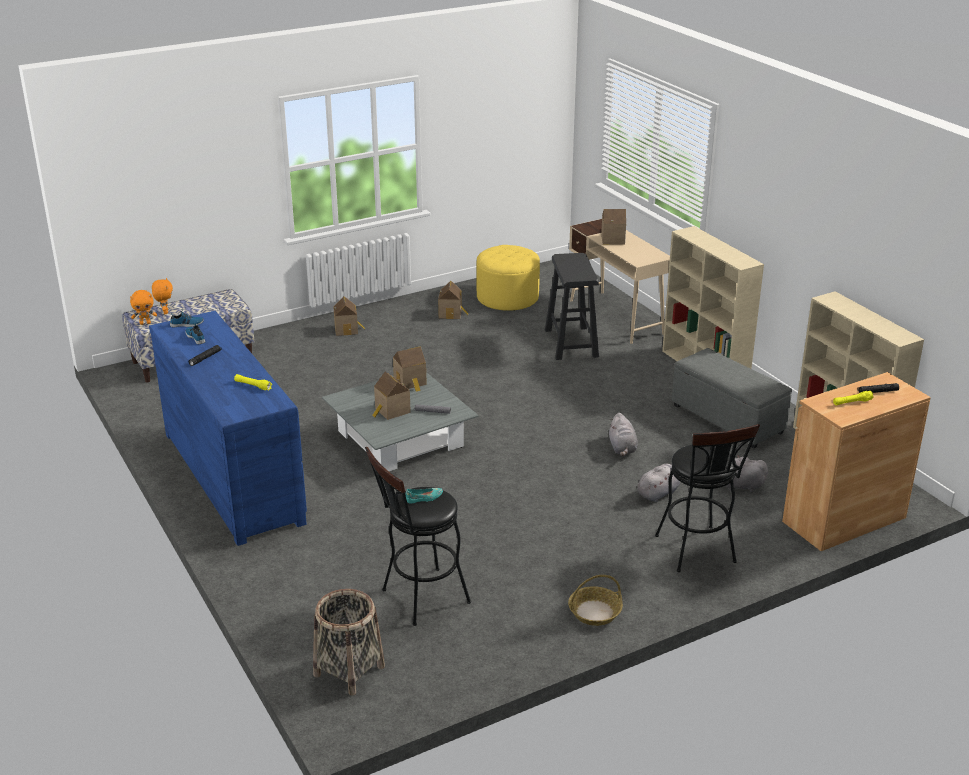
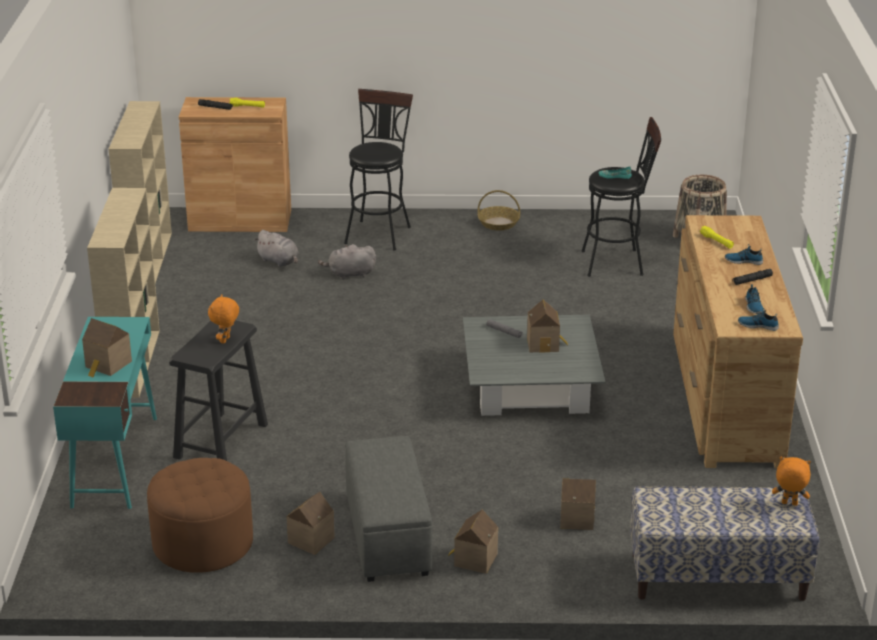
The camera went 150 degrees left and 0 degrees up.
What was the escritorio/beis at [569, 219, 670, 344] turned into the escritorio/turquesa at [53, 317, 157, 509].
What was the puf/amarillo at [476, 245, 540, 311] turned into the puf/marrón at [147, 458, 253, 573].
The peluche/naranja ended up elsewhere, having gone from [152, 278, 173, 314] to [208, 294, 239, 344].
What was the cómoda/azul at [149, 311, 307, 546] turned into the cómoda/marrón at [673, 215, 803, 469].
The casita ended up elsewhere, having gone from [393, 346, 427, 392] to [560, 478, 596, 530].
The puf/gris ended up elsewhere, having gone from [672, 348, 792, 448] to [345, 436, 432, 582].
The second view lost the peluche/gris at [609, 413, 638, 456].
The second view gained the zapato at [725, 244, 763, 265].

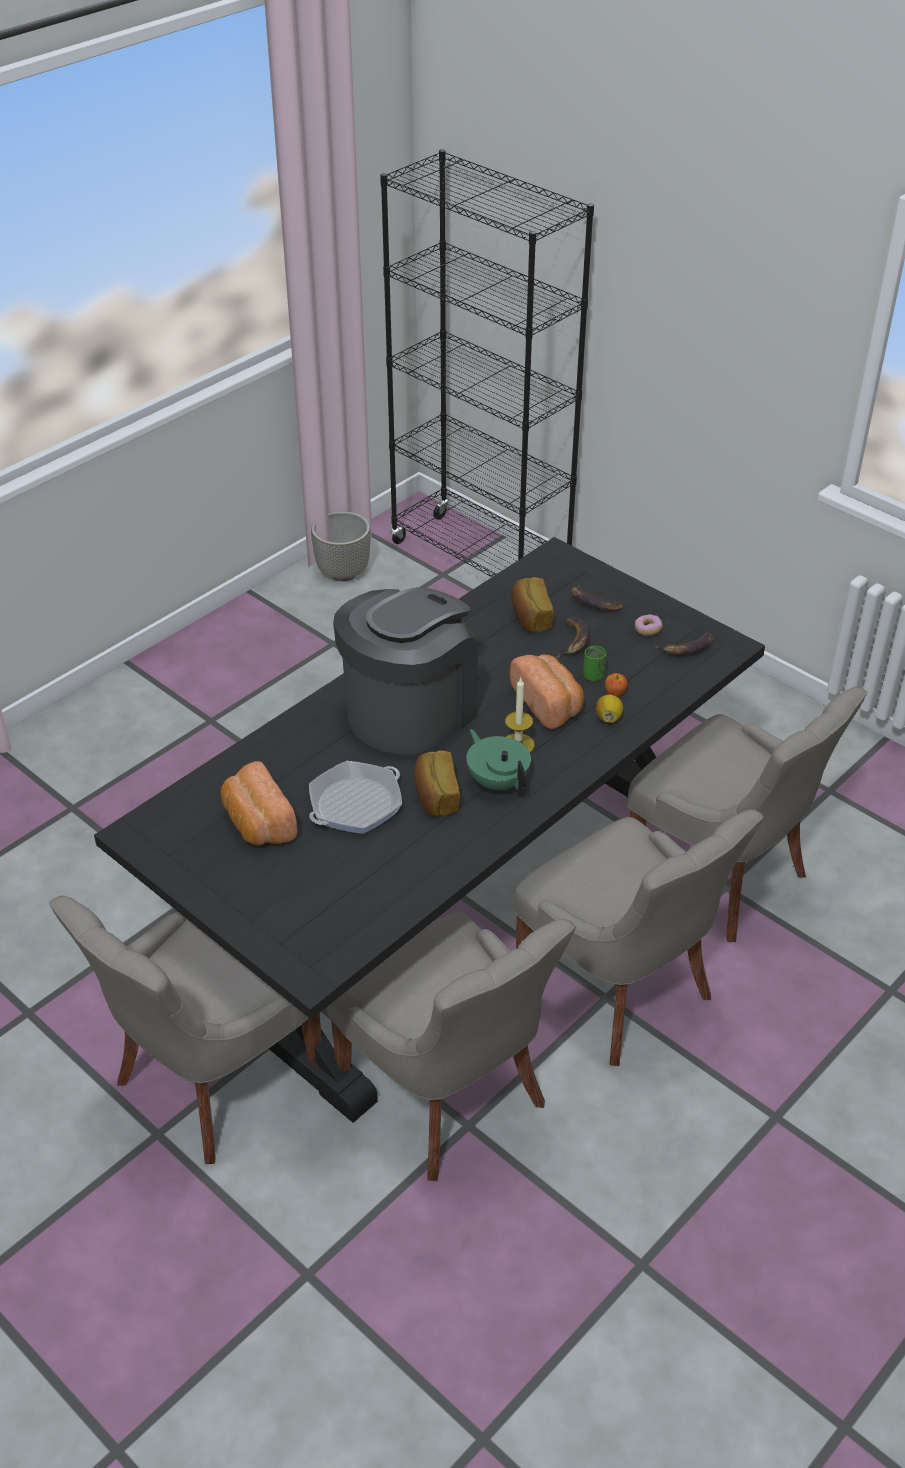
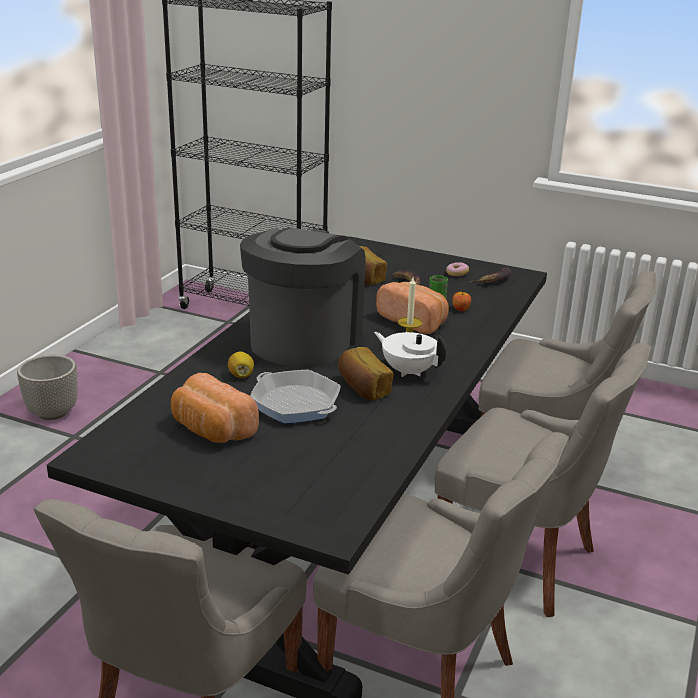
The camera went 20 degrees left and 15 degrees down.
The maceta ended up elsewhere, having gone from [311, 511, 371, 581] to [17, 355, 78, 420].
The second view lost the plátano at [571, 585, 623, 611].
The limón ended up elsewhere, having gone from [596, 694, 623, 723] to [228, 352, 254, 378].
What was the tetera/verde at [466, 729, 531, 791] turned into the tetera/blanco at [374, 332, 446, 377].
The sartén at [309, 761, 402, 834] ended up facing another way, 105 degrees clockwise from before.

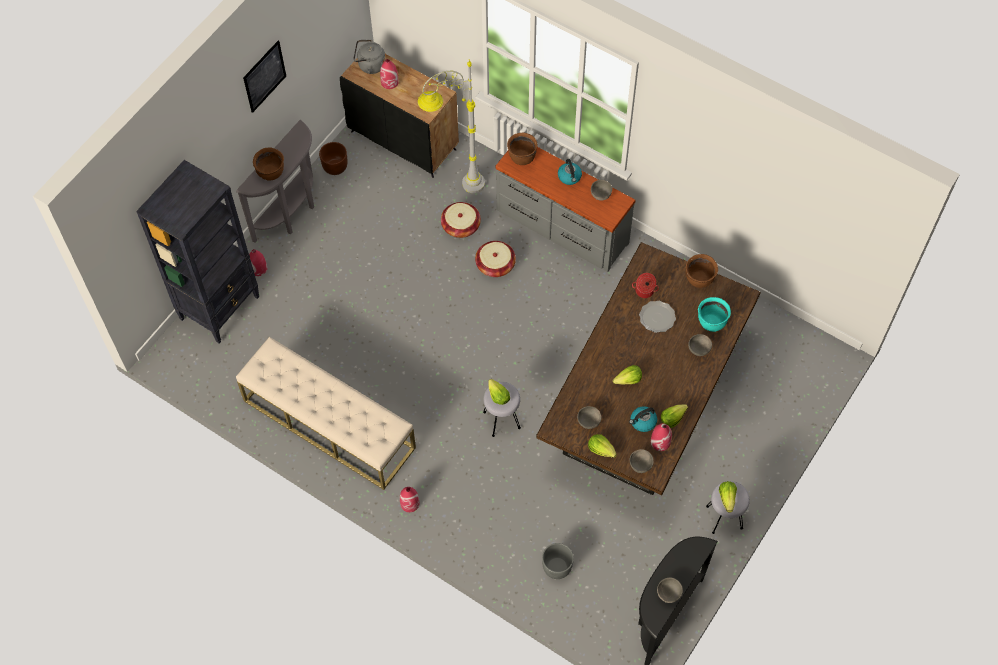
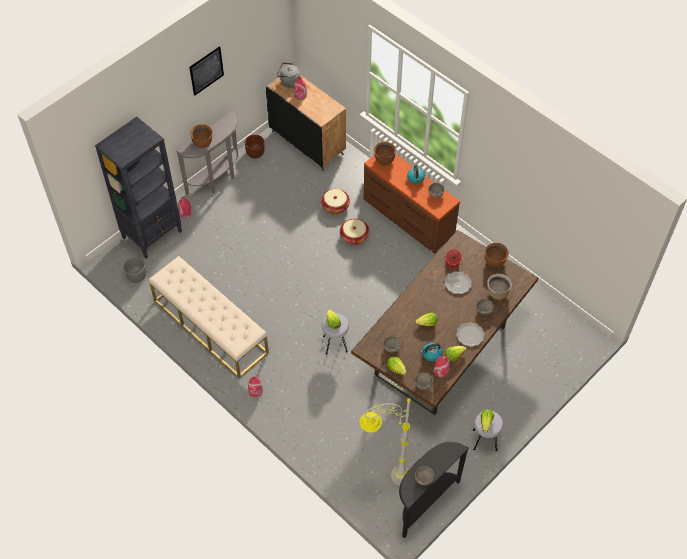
The camera went 10 degrees right and 5 degrees down.
The lámpara de pie/gris ended up elsewhere, having gone from [418, 59, 485, 193] to [359, 397, 411, 485].
What was the cómoda/gris at [495, 147, 635, 272] turned into the cómoda/marrón at [364, 154, 460, 254].
What was the olla/turquesa at [698, 297, 731, 332] turned into the olla/marrón at [487, 274, 512, 300].
The maceta/gris ended up elsewhere, having gone from [542, 543, 574, 579] to [123, 257, 146, 283].
The second view gained the plato at [456, 322, 485, 347].

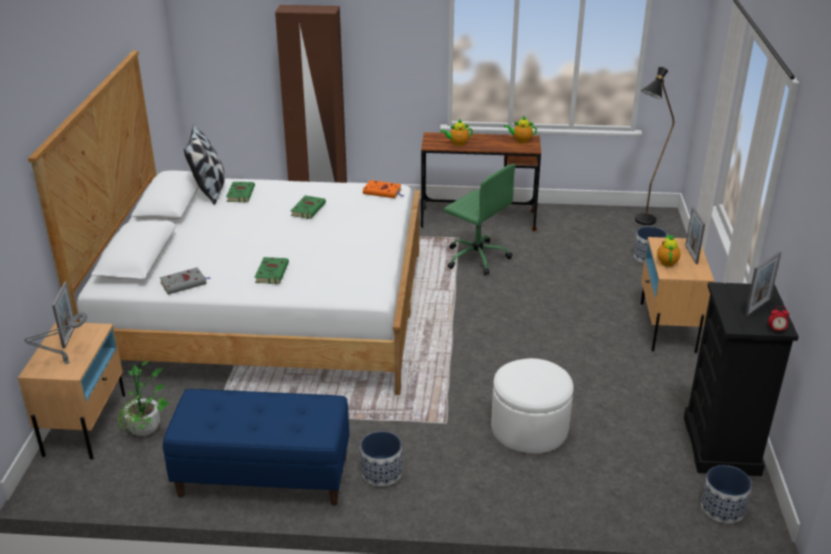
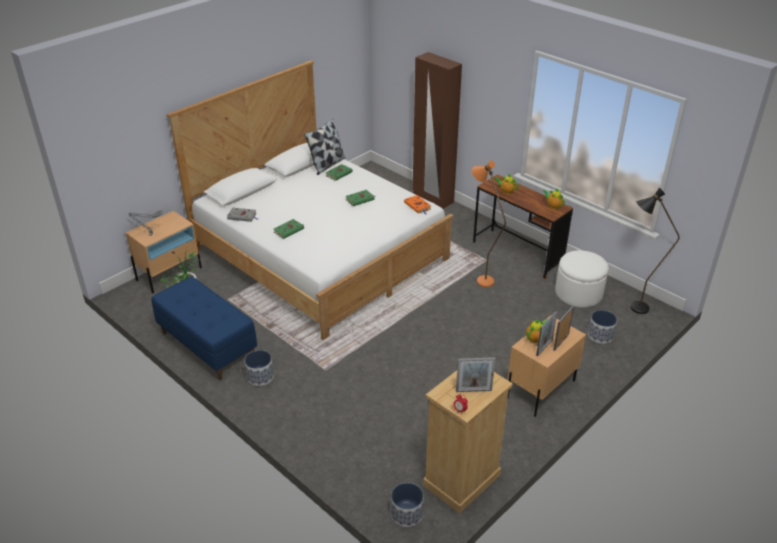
The camera went 40 degrees right and 5 degrees up.
Where the silla de oficina/verde stood at [443, 164, 516, 275], the lámpara de pie/naranja came to stand at [472, 160, 506, 287].
The portarretratos ended up elsewhere, having gone from [52, 282, 74, 349] to [536, 311, 557, 356].
What was the cómoda/negro at [684, 282, 799, 476] turned into the cómoda/beis at [423, 370, 513, 514].
The puf/blanco ended up elsewhere, having gone from [491, 358, 573, 454] to [555, 250, 609, 307].

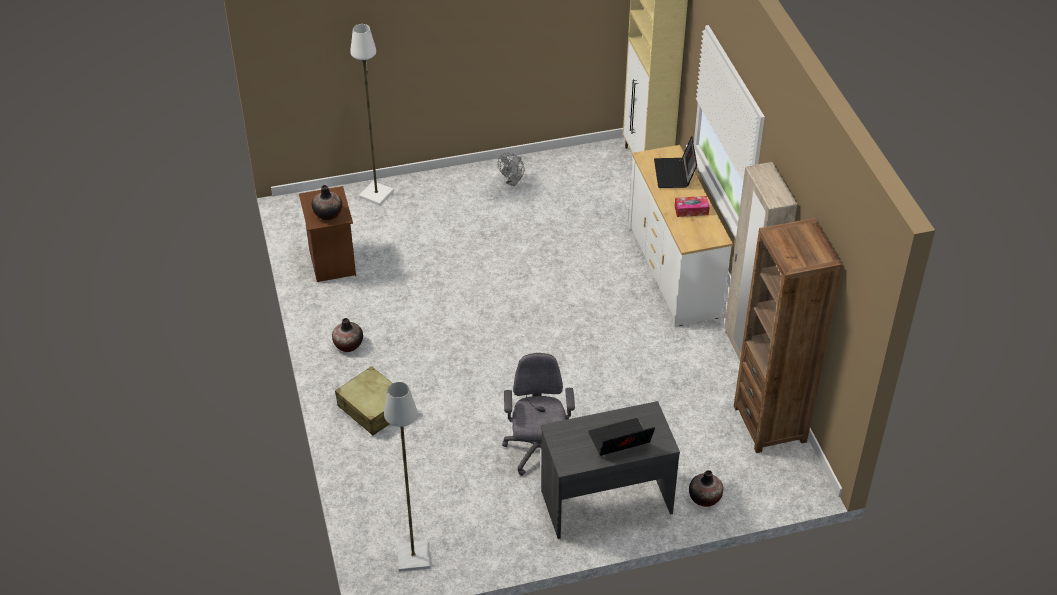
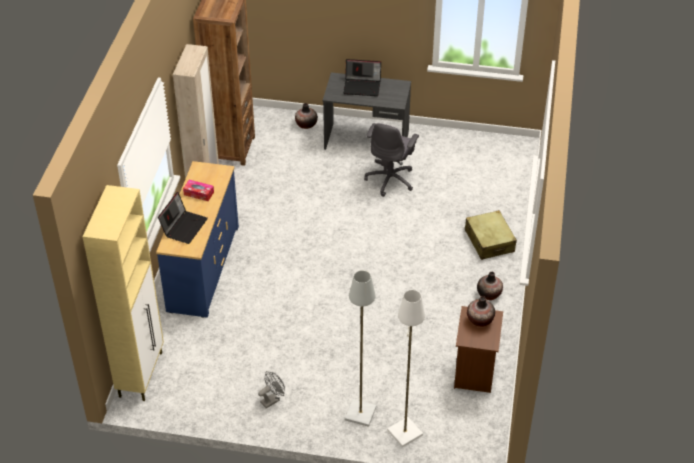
The camera went 155 degrees left and 0 degrees up.
What was the cómoda/blanco at [628, 145, 733, 326] turned into the cómoda/azul at [156, 161, 239, 318].
The lámpara de pie/gris ended up elsewhere, having gone from [384, 382, 430, 572] to [345, 270, 376, 427].

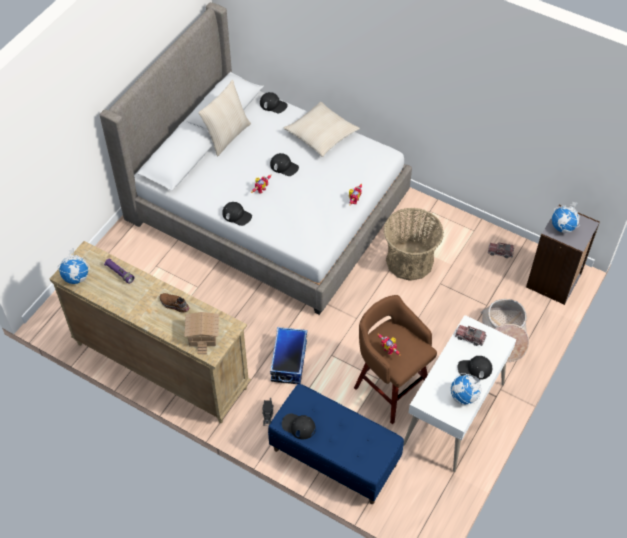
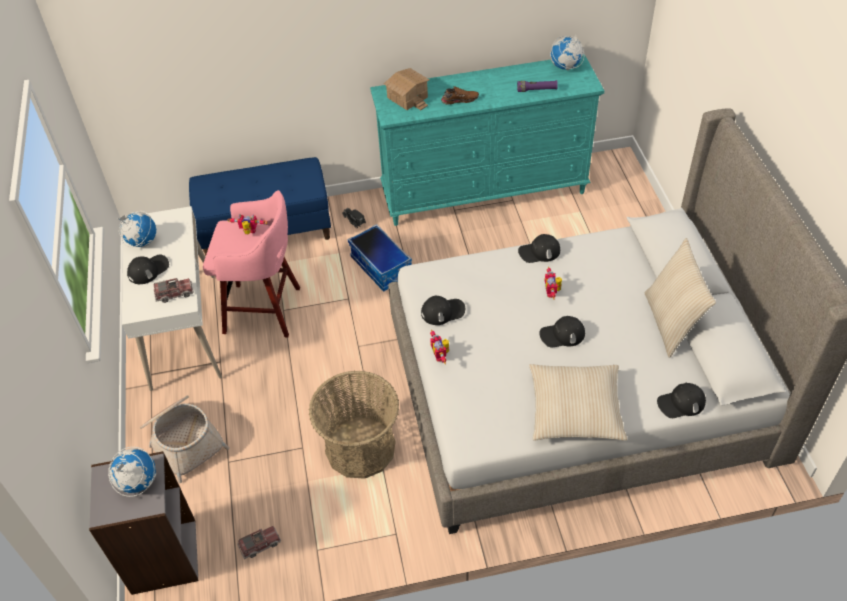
The camera went 140 degrees right and 5 degrees down.
What was the cómoda/beis at [50, 241, 251, 423] turned into the cómoda/turquesa at [370, 54, 604, 226].
What was the taburete/marrón at [354, 295, 437, 424] turned into the taburete/rosa at [203, 190, 300, 337].
The gorra/negro ended up elsewhere, having gone from [282, 413, 316, 439] to [421, 296, 465, 325].

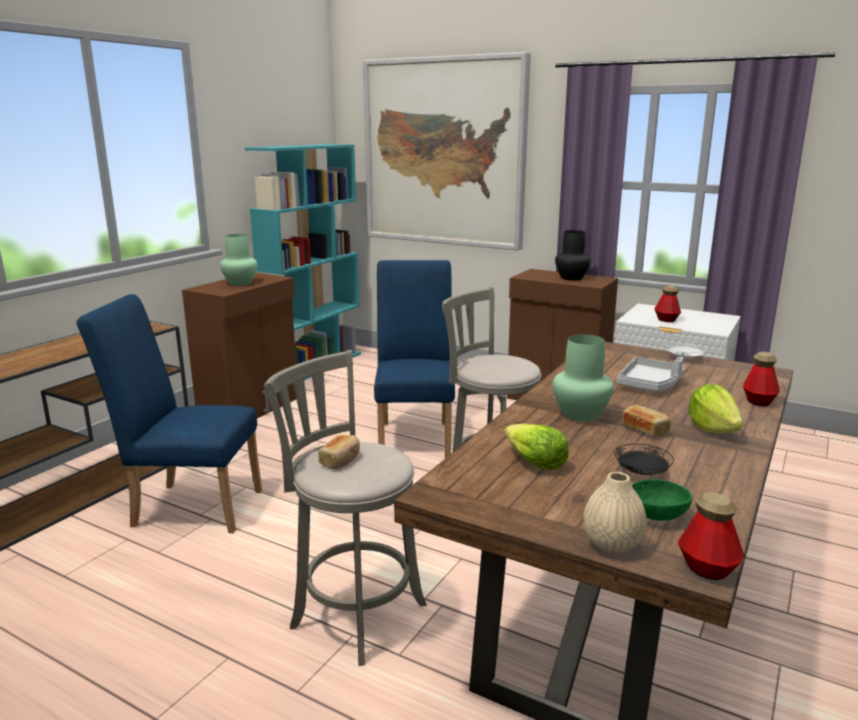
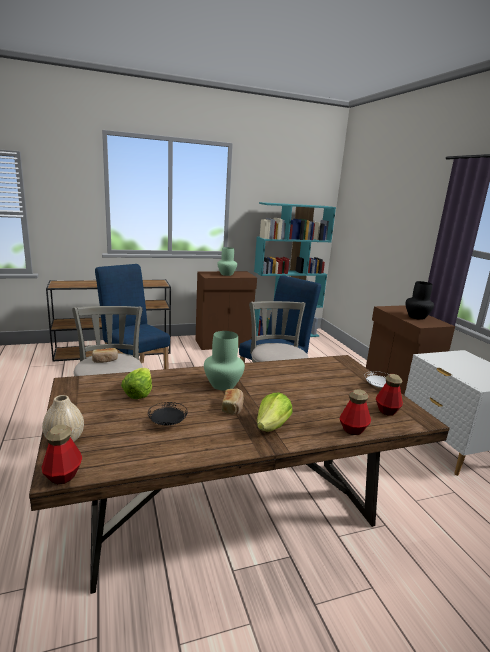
The camera went 40 degrees right and 0 degrees up.
The second view lost the cuadro at [363, 52, 531, 251].
The botella ended up elsewhere, having gone from [655, 286, 681, 322] to [376, 374, 403, 416].
The second view lost the bandeja/gris at [617, 357, 685, 391].
The second view lost the cuenco/verde at [632, 479, 692, 521].

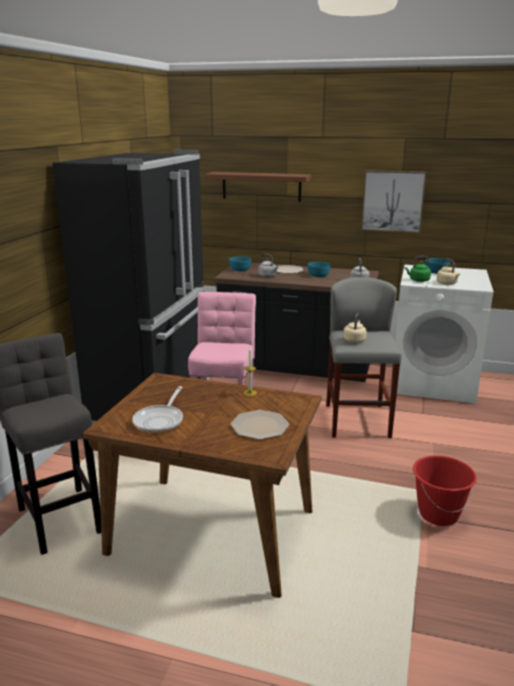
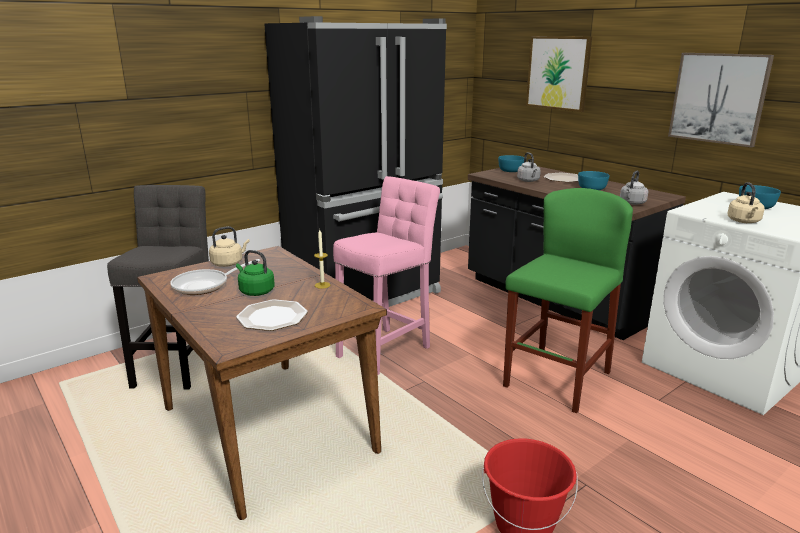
The camera went 35 degrees right and 0 degrees up.
Where the estante/marrón hung at [205, 172, 311, 202], the cuadro came to hang at [526, 36, 592, 112].
The hervidor/verde ended up elsewhere, having gone from [405, 256, 431, 282] to [236, 250, 275, 296].
What was the taburete/gris at [326, 277, 402, 438] turned into the taburete/verde at [503, 188, 633, 413].
The hervidor/beis ended up elsewhere, having gone from [343, 313, 367, 343] to [209, 226, 250, 267].

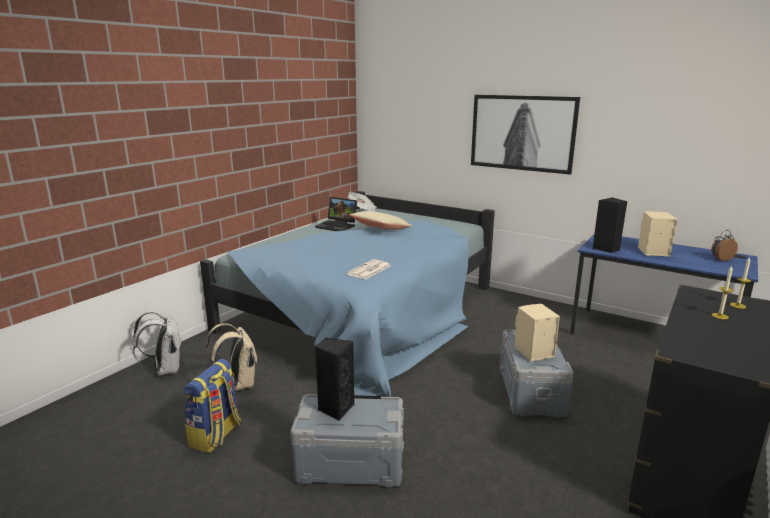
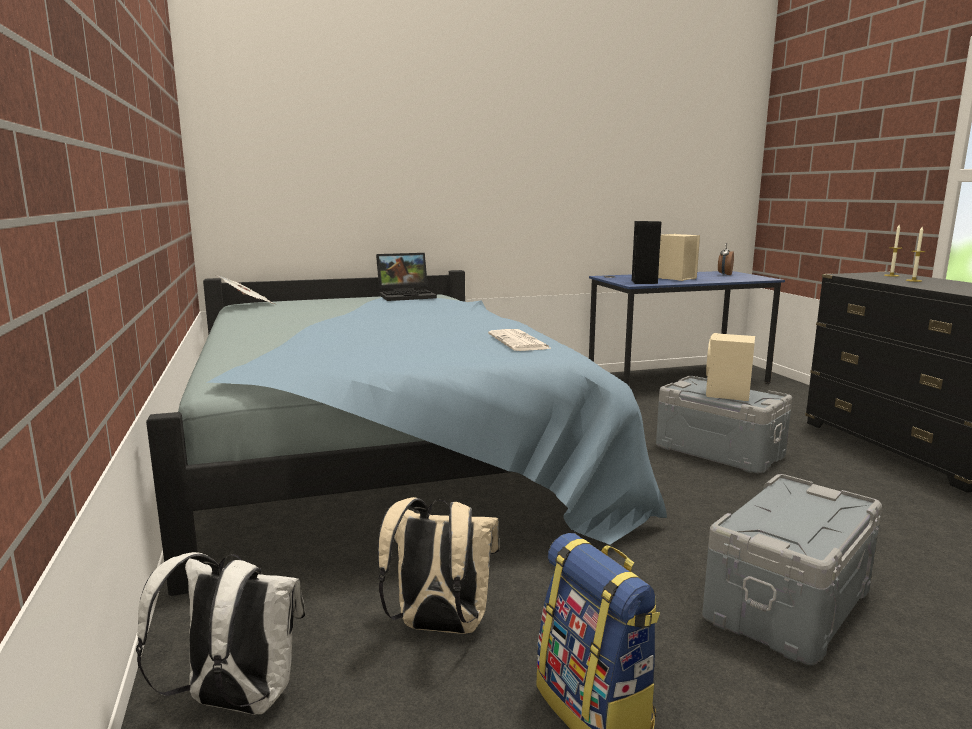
The camera went 50 degrees left and 5 degrees down.
The second view lost the cuadro at [471, 95, 580, 175].
The portátil ended up elsewhere, having gone from [315, 197, 357, 231] to [376, 253, 437, 301].
The second view lost the cojín/beis at [349, 211, 411, 230].
The second view lost the altavoz/negro at [315, 338, 354, 421].

